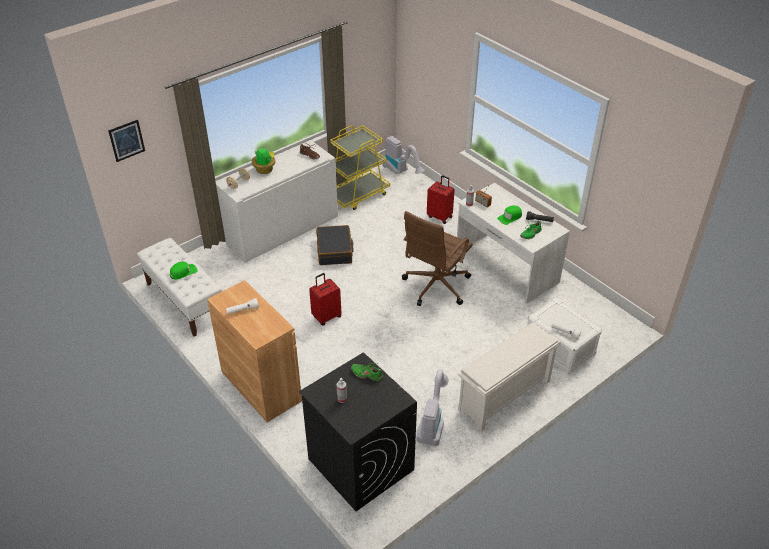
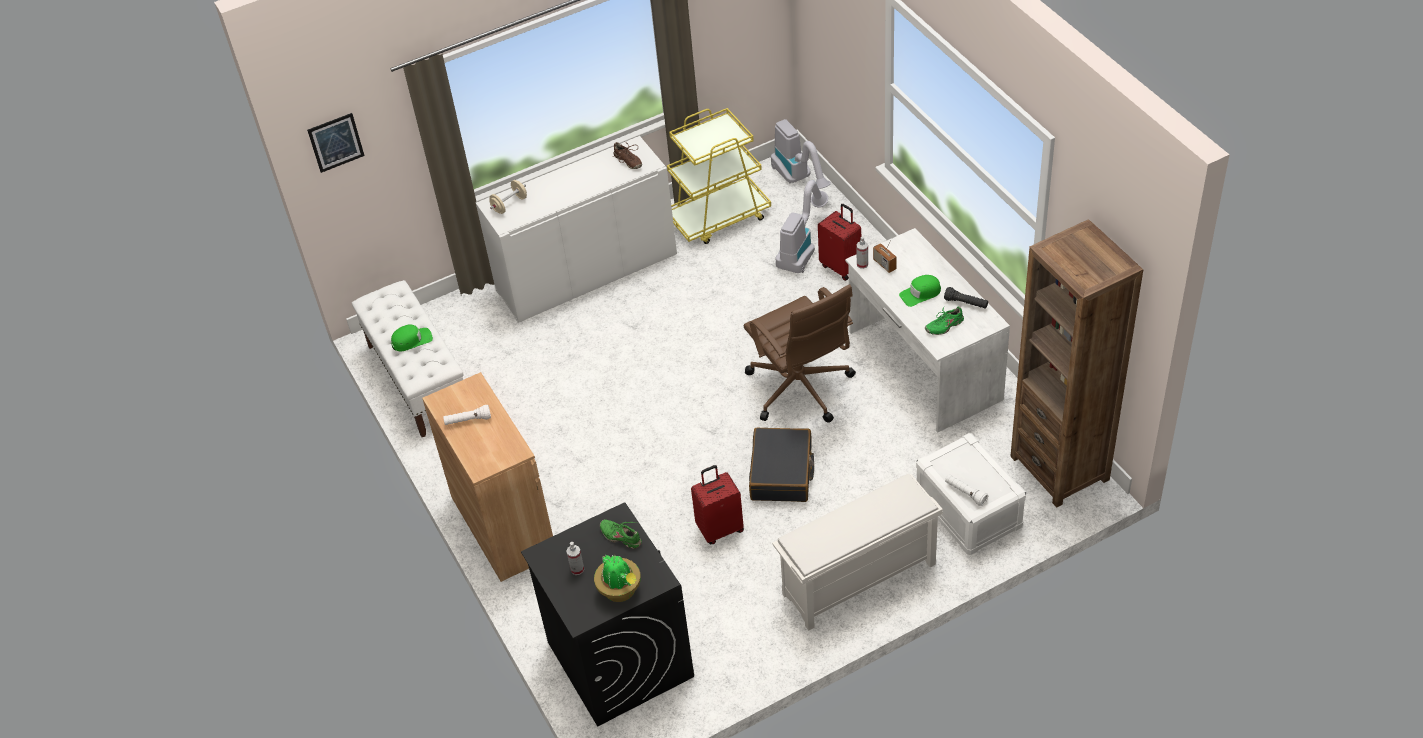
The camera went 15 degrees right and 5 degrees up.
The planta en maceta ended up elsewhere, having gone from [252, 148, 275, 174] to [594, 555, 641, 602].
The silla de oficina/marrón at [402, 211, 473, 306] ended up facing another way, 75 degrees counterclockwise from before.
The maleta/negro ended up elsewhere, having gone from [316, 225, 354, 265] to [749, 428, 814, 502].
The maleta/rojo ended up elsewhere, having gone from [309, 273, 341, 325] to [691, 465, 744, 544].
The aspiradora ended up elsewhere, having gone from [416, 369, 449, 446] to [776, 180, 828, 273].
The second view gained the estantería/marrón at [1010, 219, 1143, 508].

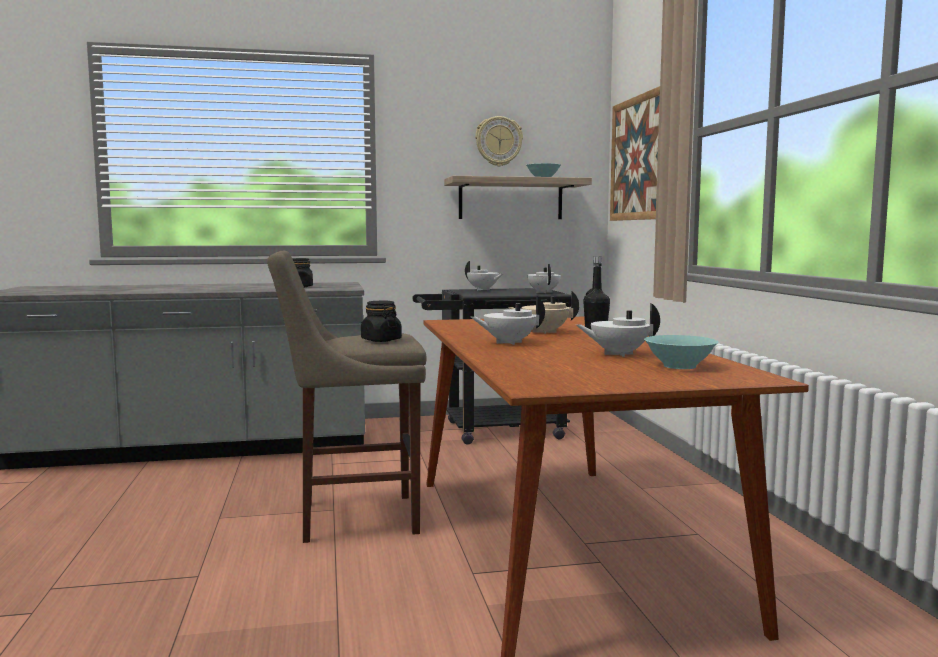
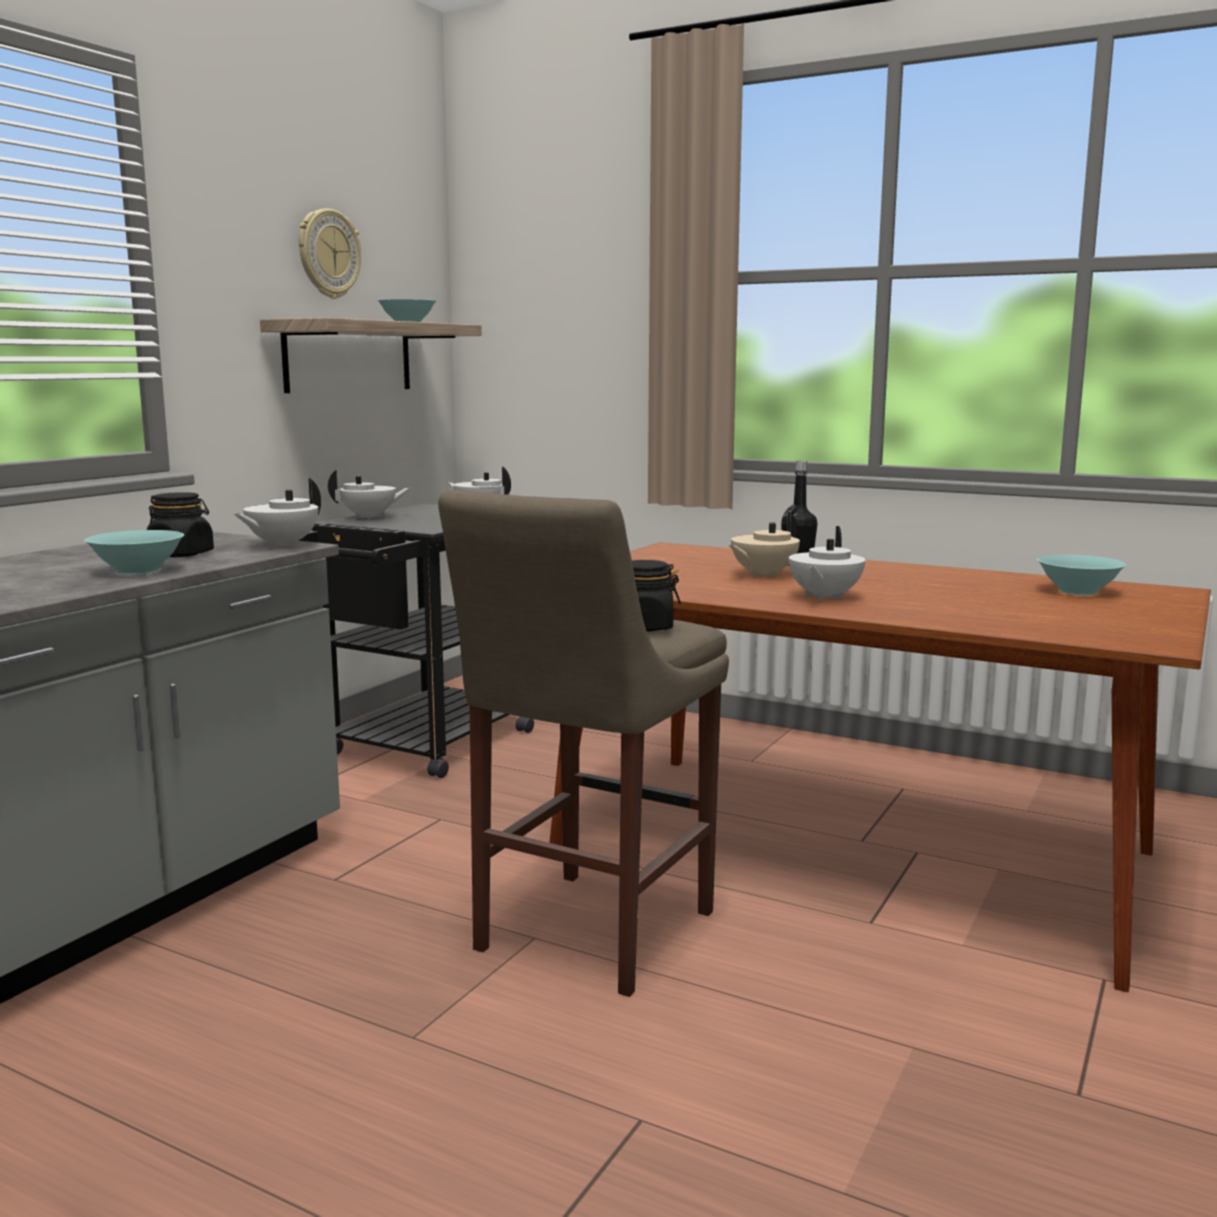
The camera went 50 degrees left and 5 degrees up.
The second view lost the cuadro at [610, 86, 660, 221].
The tetera/blanco ended up elsewhere, having gone from [576, 303, 660, 357] to [234, 478, 321, 548].
The second view gained the cuenco/turquesa at [85, 530, 184, 575].

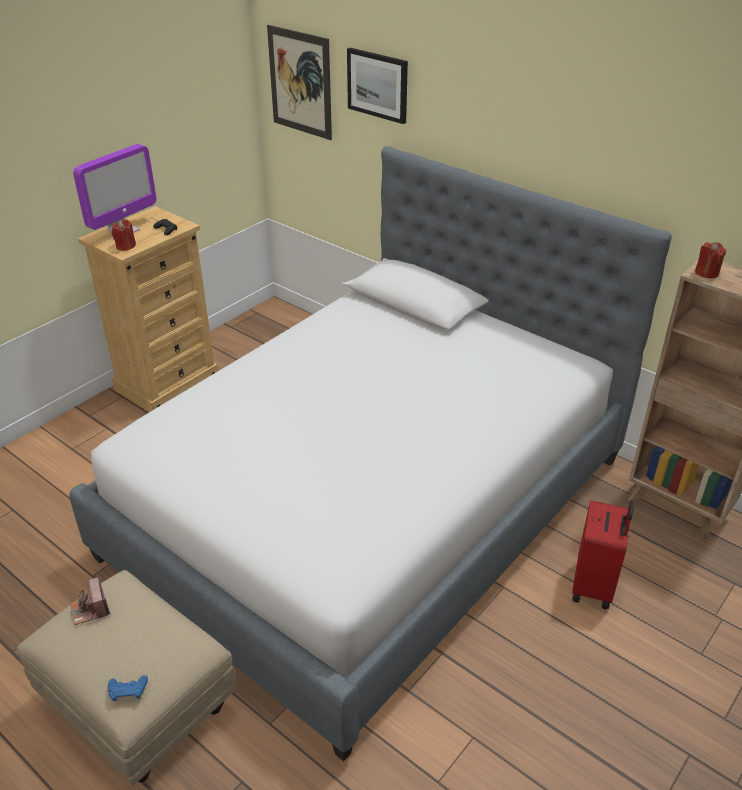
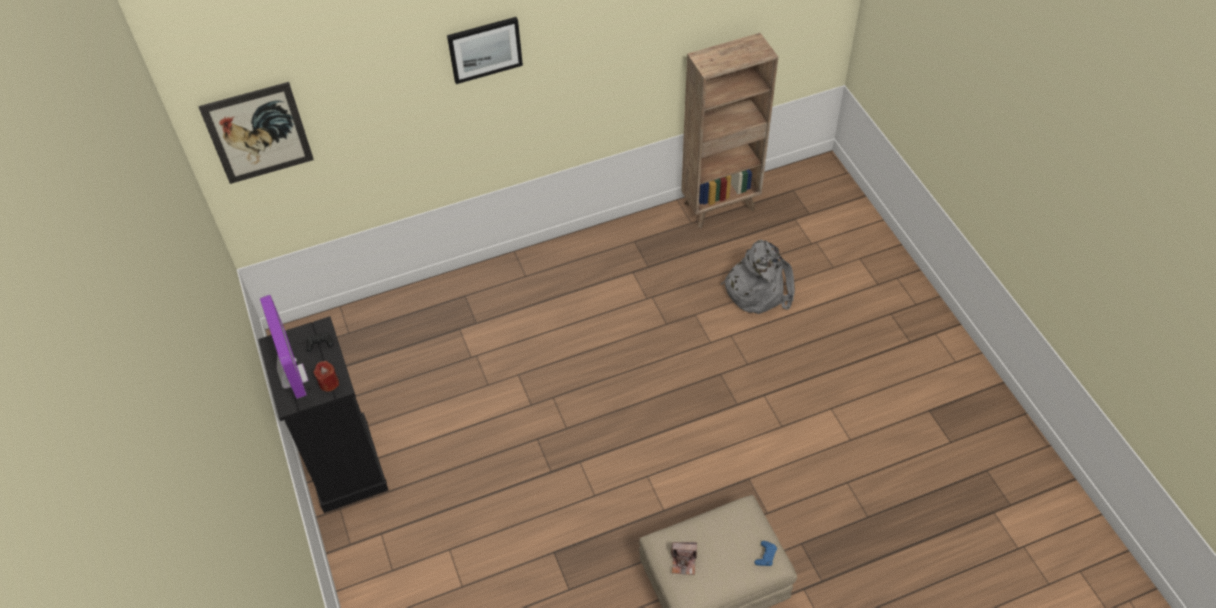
The camera went 60 degrees left and 15 degrees up.
The cuadro ended up elsewhere, having gone from [347, 48, 408, 124] to [447, 17, 523, 84].
The second view lost the cama at [69, 146, 672, 761].
What was the cómoda/beis at [78, 206, 218, 412] turned into the cómoda/negro at [258, 316, 389, 513].
The second view lost the vela/rojo at [695, 242, 727, 278].
Where the maleta/rojo stood at [572, 500, 634, 610], the mochila/gris came to stand at [721, 239, 795, 314].

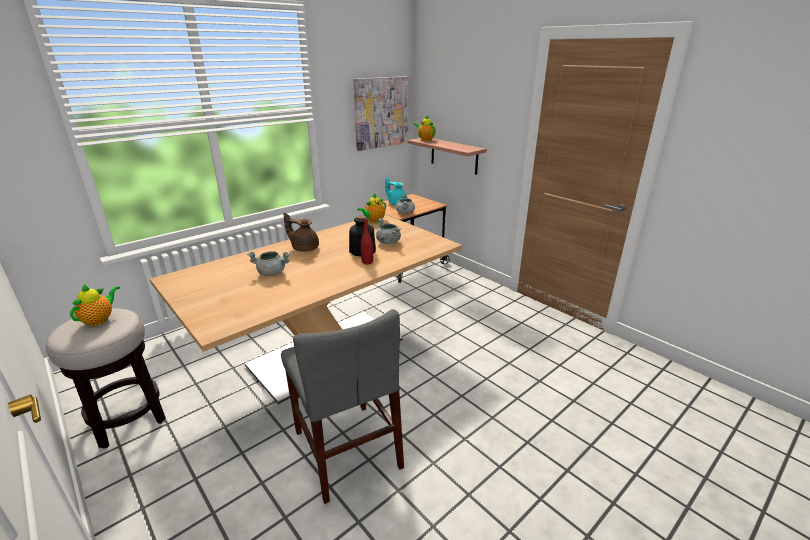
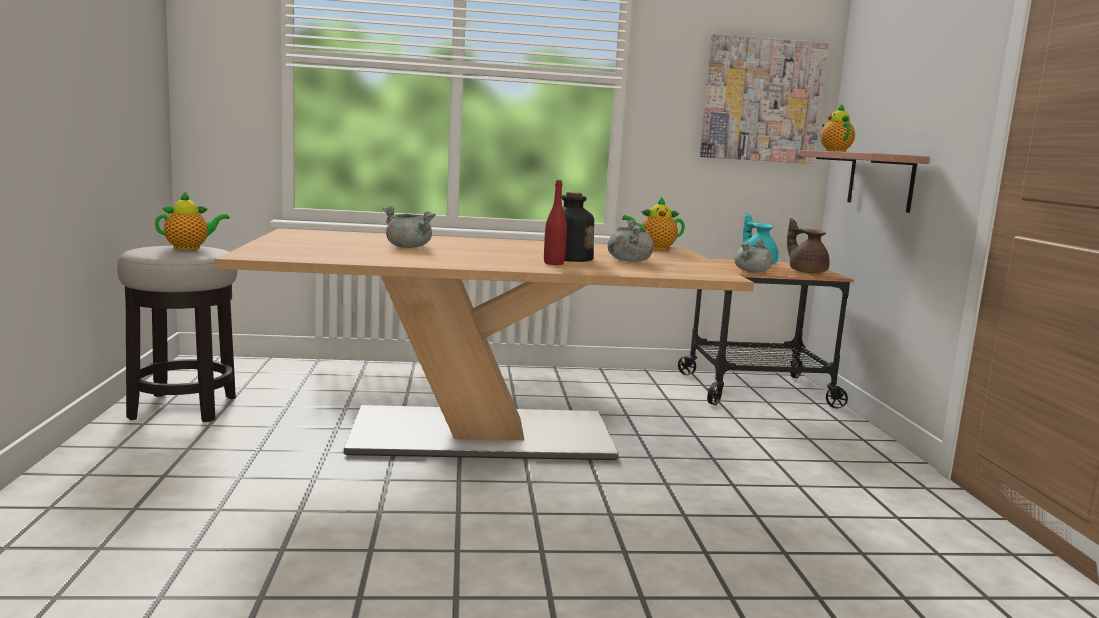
The camera went 35 degrees right and 15 degrees down.
The tetera/marrón ended up elsewhere, having gone from [283, 213, 319, 252] to [787, 218, 830, 273].
The second view lost the silla/gris at [281, 309, 404, 504].

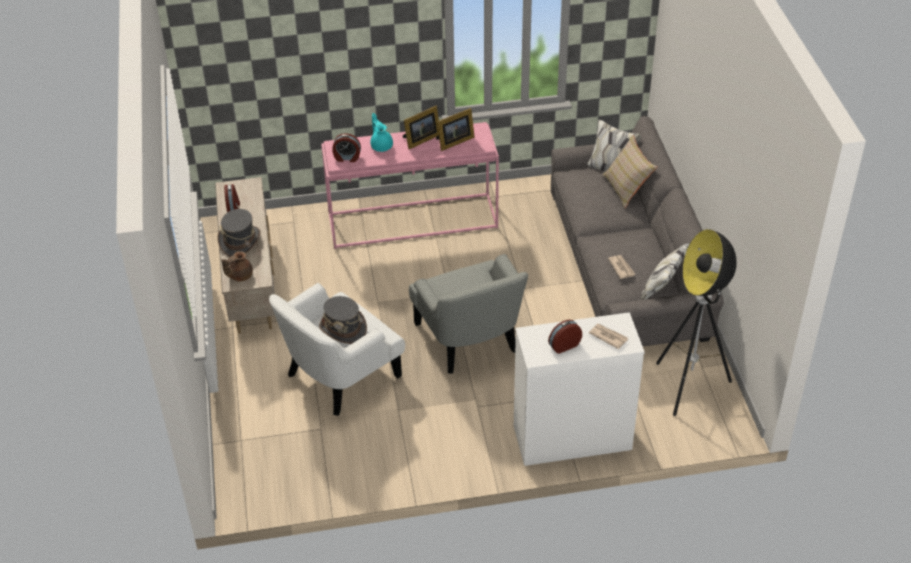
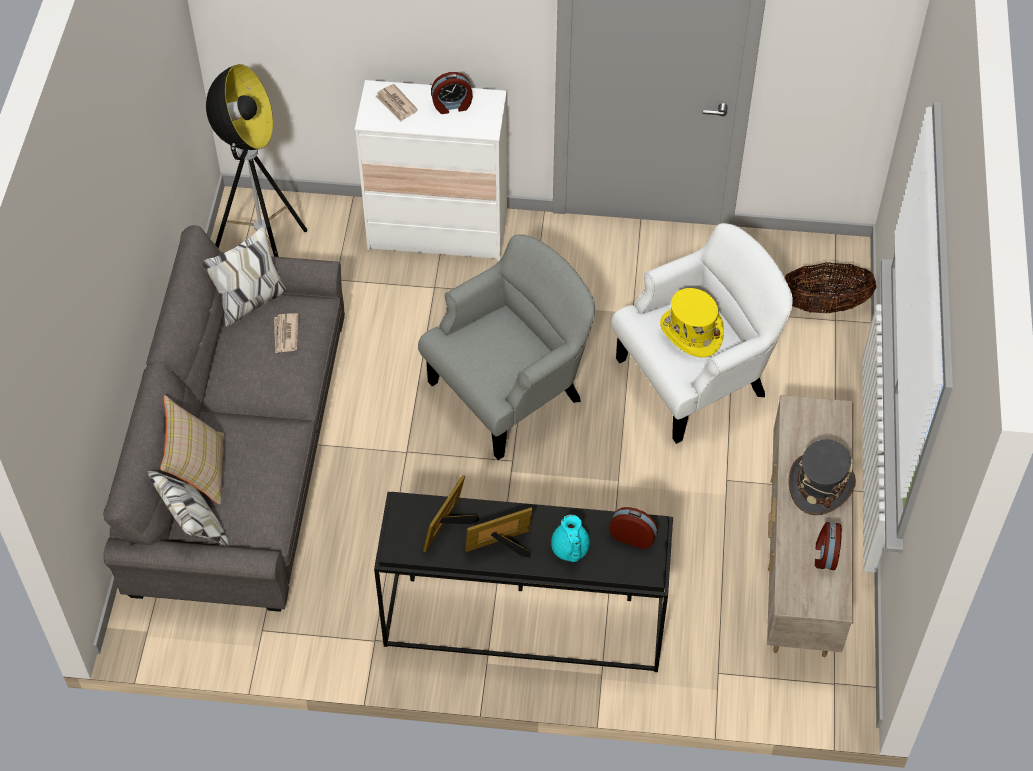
The camera went 165 degrees left and 10 degrees up.
The portarretratos at [436, 108, 475, 151] ended up facing another way, 45 degrees counterclockwise from before.
What was the mesa consola/rosa at [321, 122, 499, 249] turned into the mesa consola/negro at [374, 492, 673, 672].
The second view lost the tetera/marrón at [221, 251, 253, 282].
The sillón/gris at [409, 254, 528, 374] ended up facing another way, 60 degrees clockwise from before.
What was the sombrero/gris at [319, 296, 367, 344] turned into the sombrero/amarillo at [660, 288, 724, 358].
The second view gained the cesta at [784, 262, 877, 313].

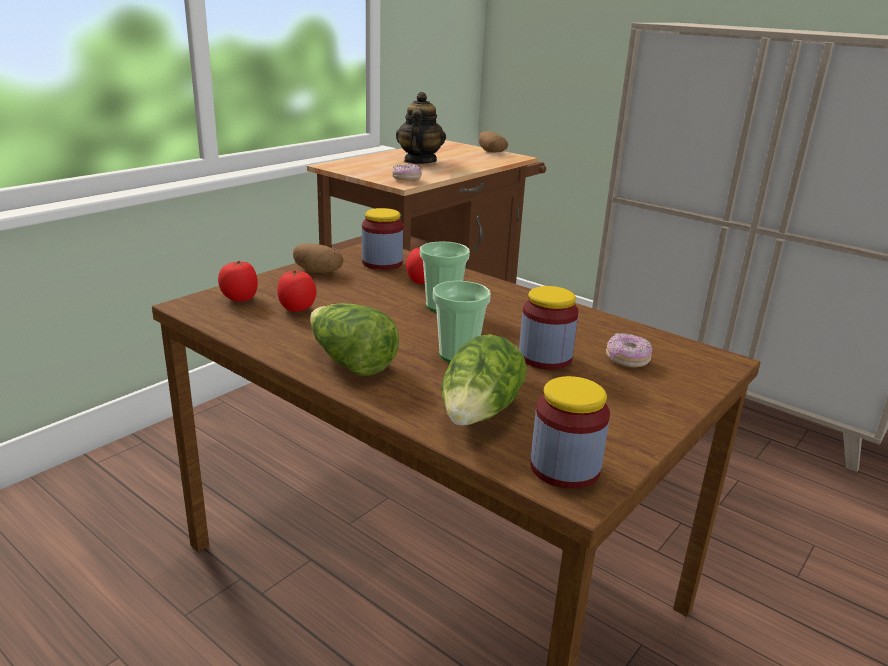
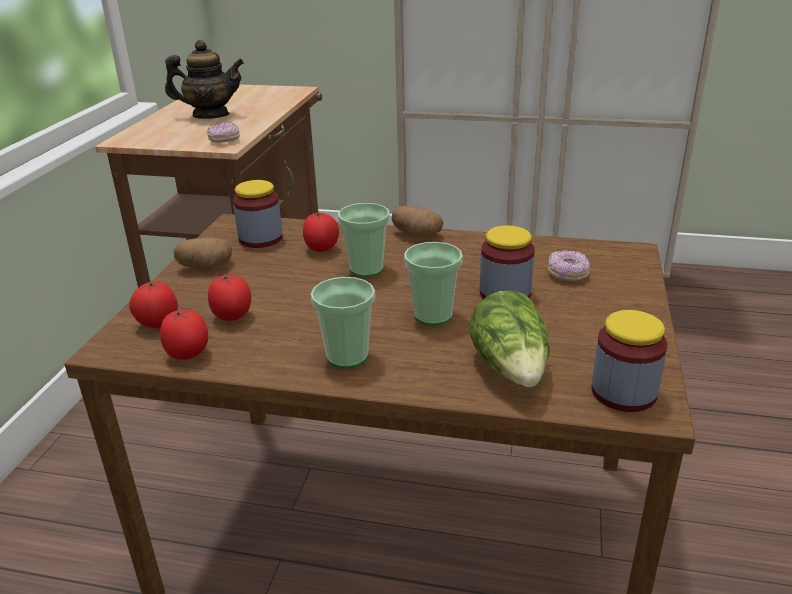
The camera went 25 degrees left and 5 degrees up.
The tetera at [396, 92, 446, 164] ended up facing another way, 105 degrees clockwise from before.
The patata ended up elsewhere, having gone from [479, 131, 508, 153] to [392, 206, 443, 237].
Where the lechuga stood at [310, 303, 399, 376], the taza came to stand at [311, 277, 375, 369].
The second view gained the tomate at [160, 309, 208, 360].

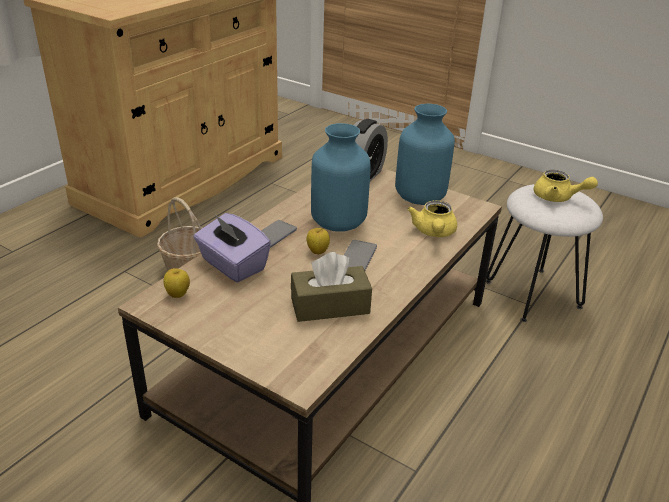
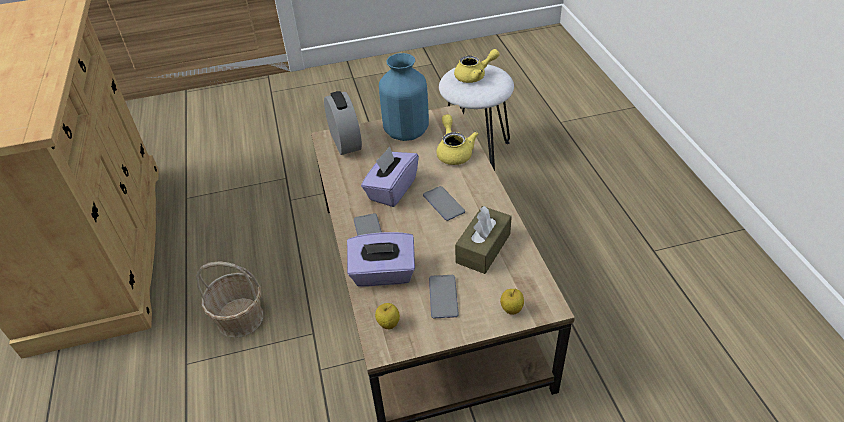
The camera went 45 degrees left and 10 degrees up.
Where the florero/azul stood at [311, 123, 371, 232], the caja de pañuelos/morado came to stand at [361, 146, 419, 207].
The tetera/amarillo at [407, 200, 457, 237] ended up facing another way, 150 degrees counterclockwise from before.
The manzana ended up elsewhere, having gone from [307, 228, 330, 254] to [500, 289, 524, 315].
The second view gained the móvil at [429, 275, 459, 319].

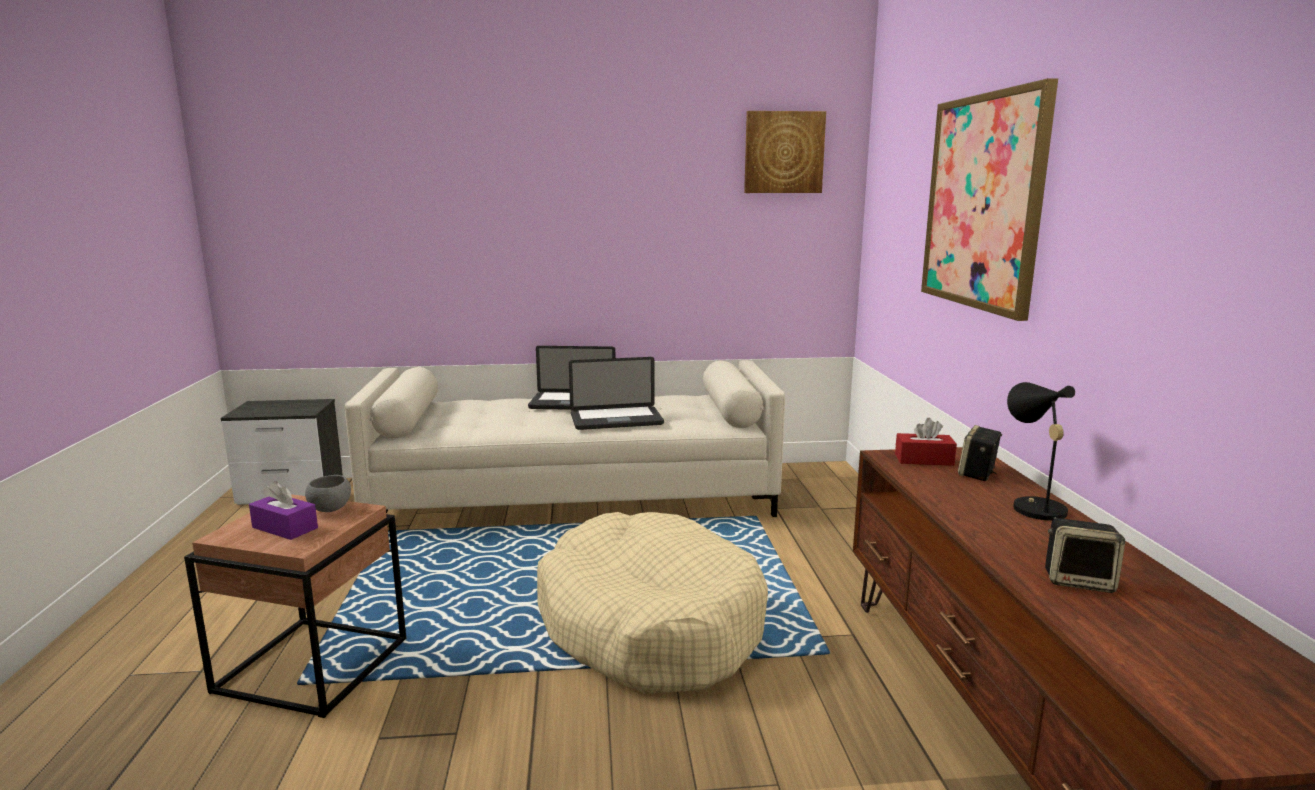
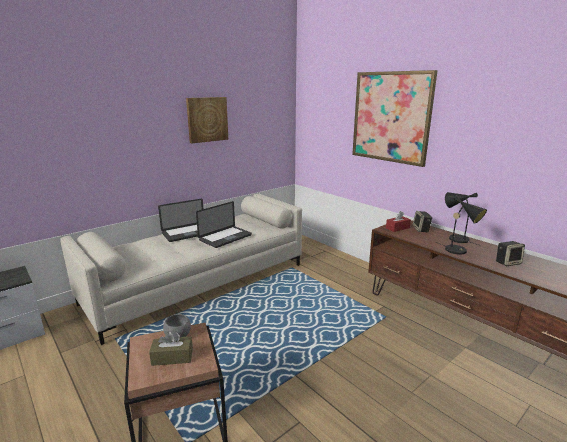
The camera went 35 degrees left and 5 degrees up.
The cuadro ended up elsewhere, having gone from [744, 111, 826, 193] to [186, 97, 228, 144].
What was the caja de pañuelos/morado at [249, 481, 318, 540] turned into the caja de pañuelos/marrón at [149, 331, 193, 366].
The second view lost the cama para perro/beis at [537, 512, 768, 694].
The second view gained the lámpara de mesa/negro at [436, 196, 487, 255].

